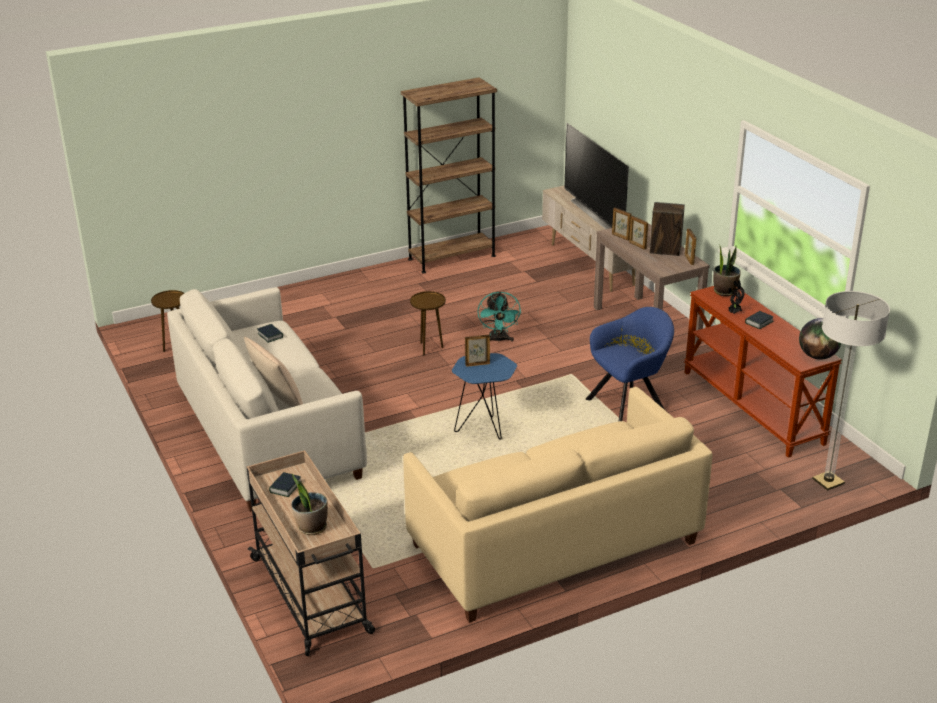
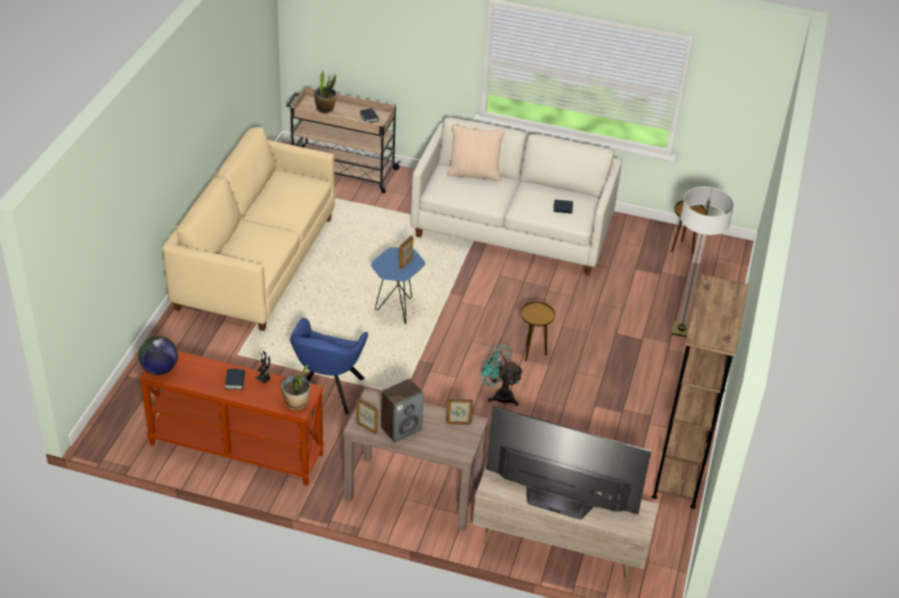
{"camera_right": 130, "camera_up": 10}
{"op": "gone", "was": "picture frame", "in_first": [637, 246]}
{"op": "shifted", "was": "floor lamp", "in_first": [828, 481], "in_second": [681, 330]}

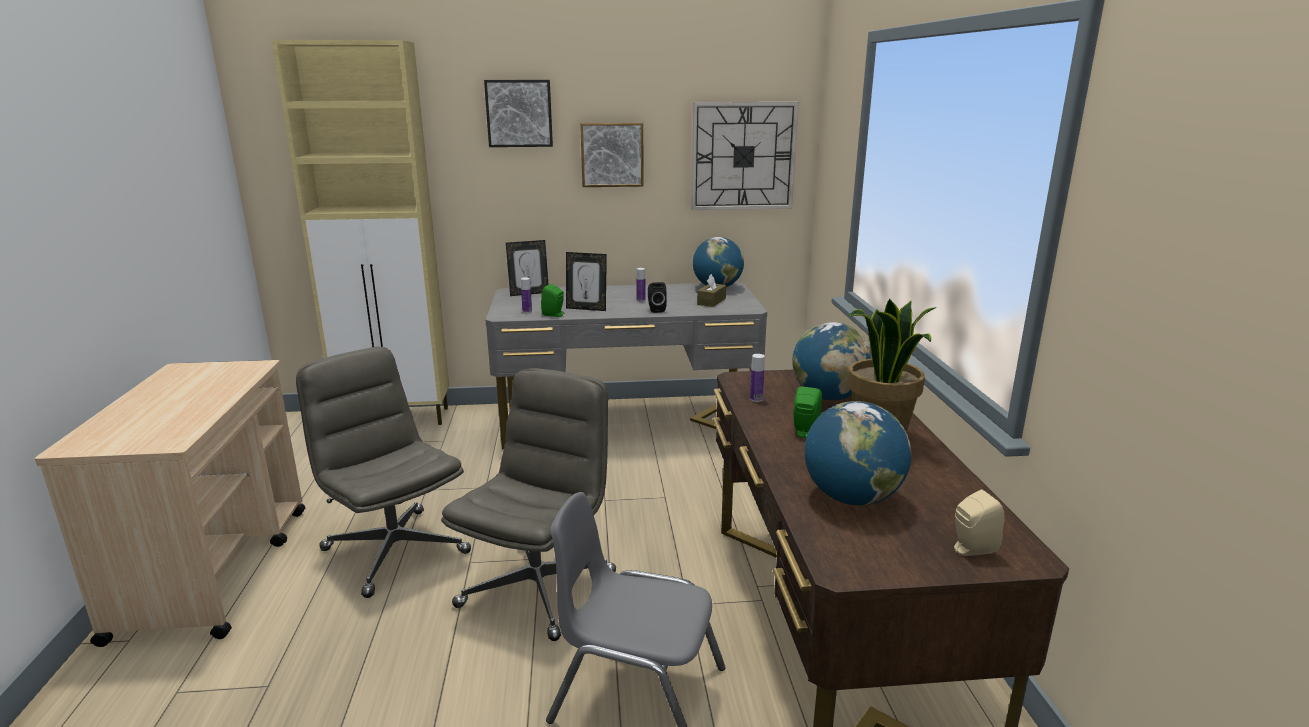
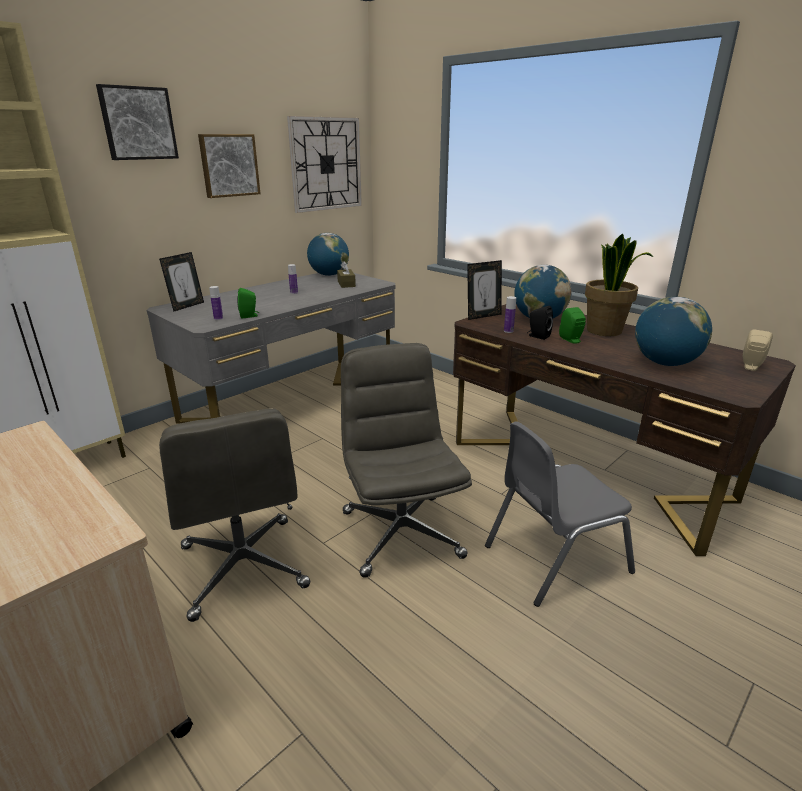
{"camera_right": -40, "camera_up": 5}
{"op": "shifted", "was": "picture frame", "in_first": [586, 308], "in_second": [483, 316]}
{"op": "shifted", "was": "black speaker", "in_first": [656, 310], "in_second": [537, 336]}
{"op": "rotated", "was": "grey office chair", "in_first": [394, 550], "in_second": [244, 567], "clockwise": -120}

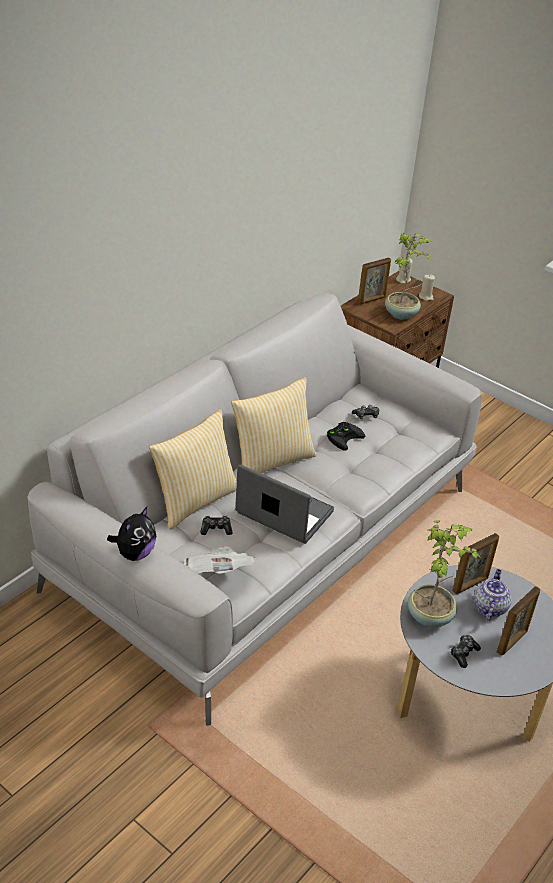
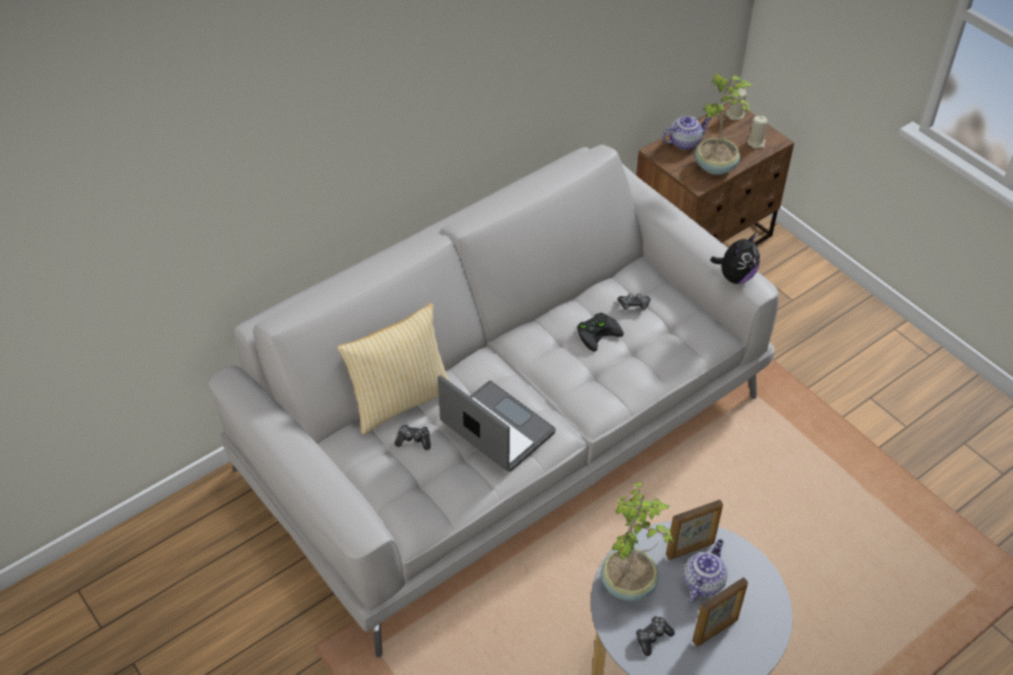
{"camera_right": 15, "camera_up": 10}
{"op": "gone", "was": "newspaper", "in_first": [218, 574]}
{"op": "gone", "was": "pillow", "in_first": [271, 460]}
{"op": "shifted", "was": "plush toy", "in_first": [135, 553], "in_second": [735, 276]}
{"op": "swapped", "was": "picture frame", "now": "teapot", "in_first": [372, 300], "in_second": [685, 142]}

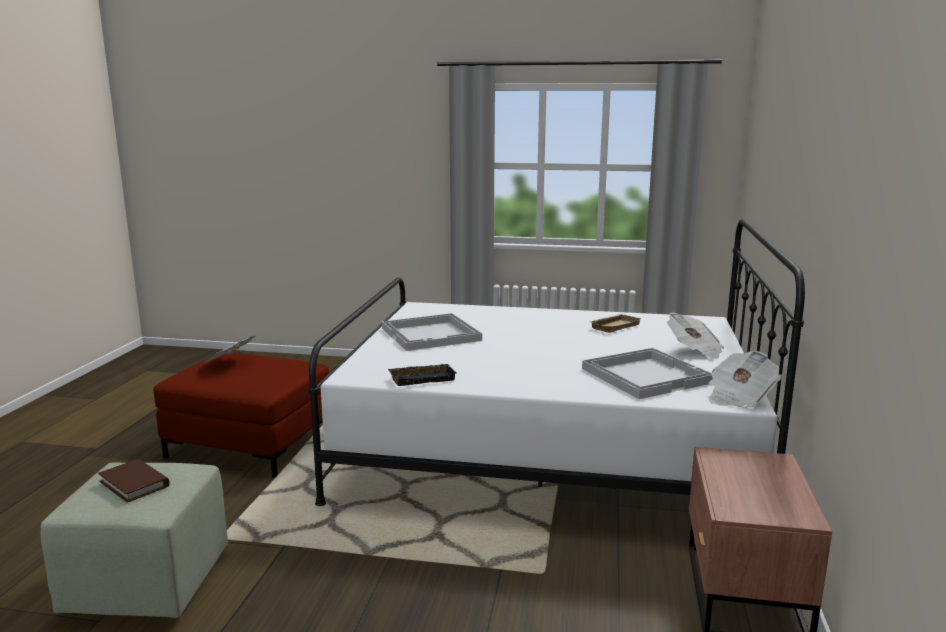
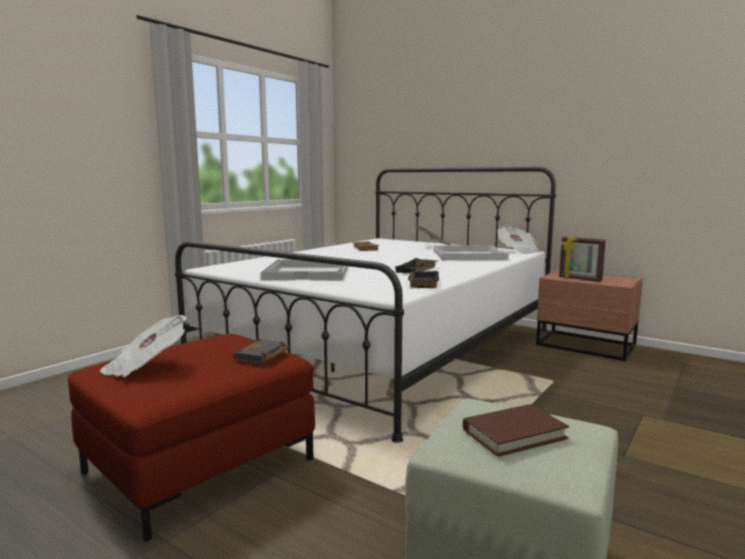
{"camera_right": -65, "camera_up": -5}
{"op": "new", "now": "black book", "in_second": [262, 356]}
{"op": "new", "now": "black tray", "in_second": [417, 270]}
{"op": "new", "now": "picture frame", "in_second": [579, 279]}

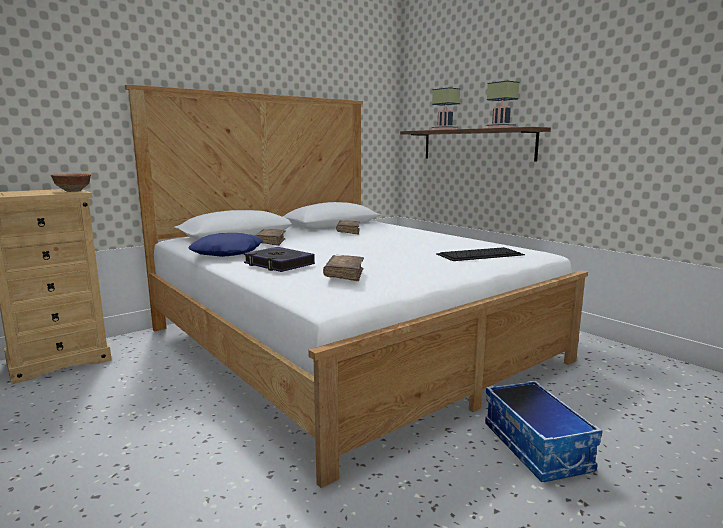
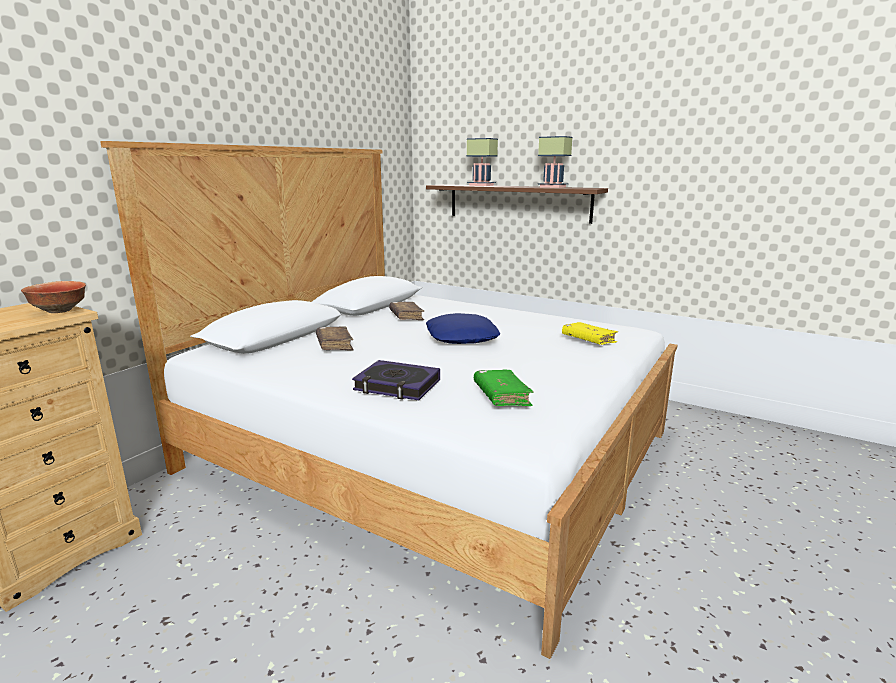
{"camera_right": -20, "camera_up": 5}
{"op": "gone", "was": "storage box", "in_first": [537, 447]}
{"op": "shifted", "was": "blue pillow", "in_first": [228, 253], "in_second": [462, 337]}
{"op": "swapped", "was": "keyboard", "now": "yellow book", "in_first": [480, 254], "in_second": [588, 340]}
{"op": "repainted", "was": "brown book", "now": "green book", "in_first": [344, 274], "in_second": [501, 396]}

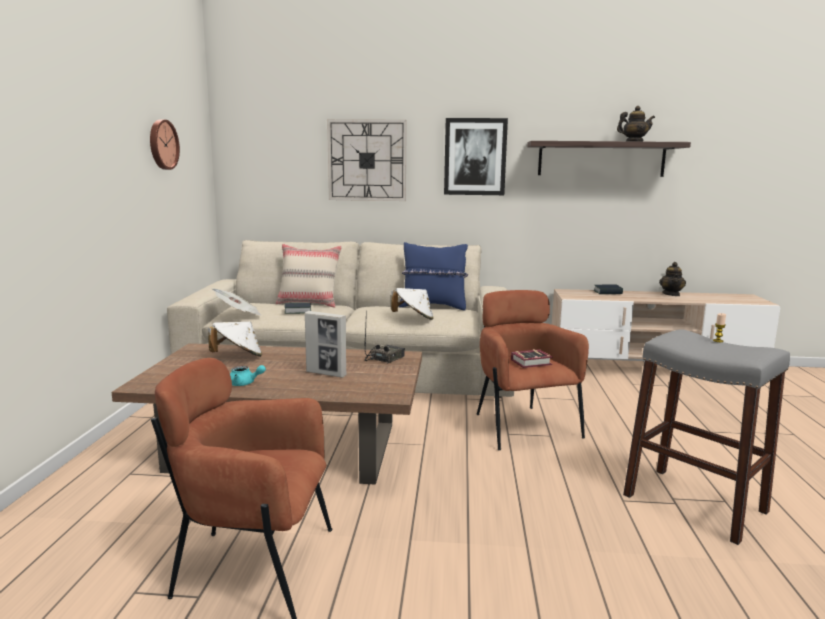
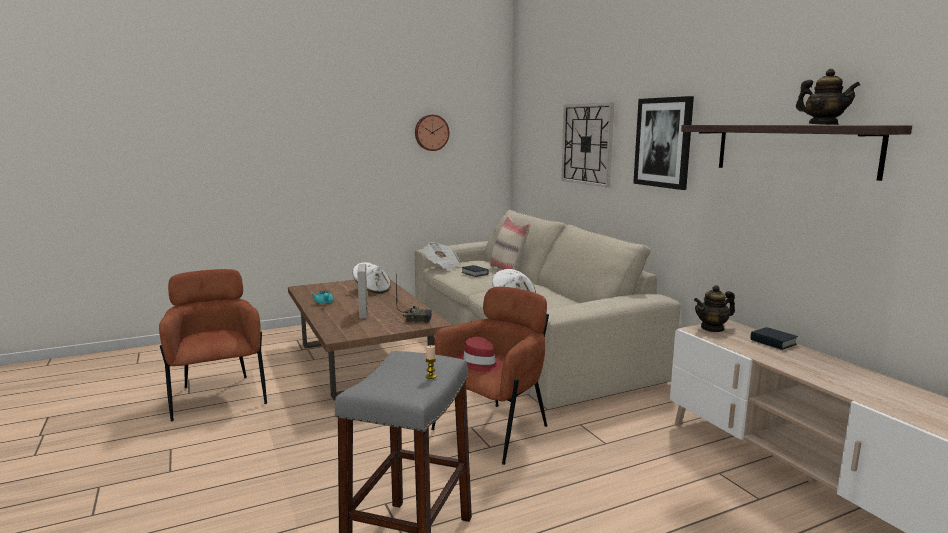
{"camera_right": 60, "camera_up": 0}
{"op": "gone", "was": "blue pillow", "in_first": [433, 306]}
{"op": "shifted", "was": "teapot", "in_first": [671, 294], "in_second": [712, 328]}
{"op": "swapped", "was": "book", "now": "red hat", "in_first": [533, 362], "in_second": [480, 363]}

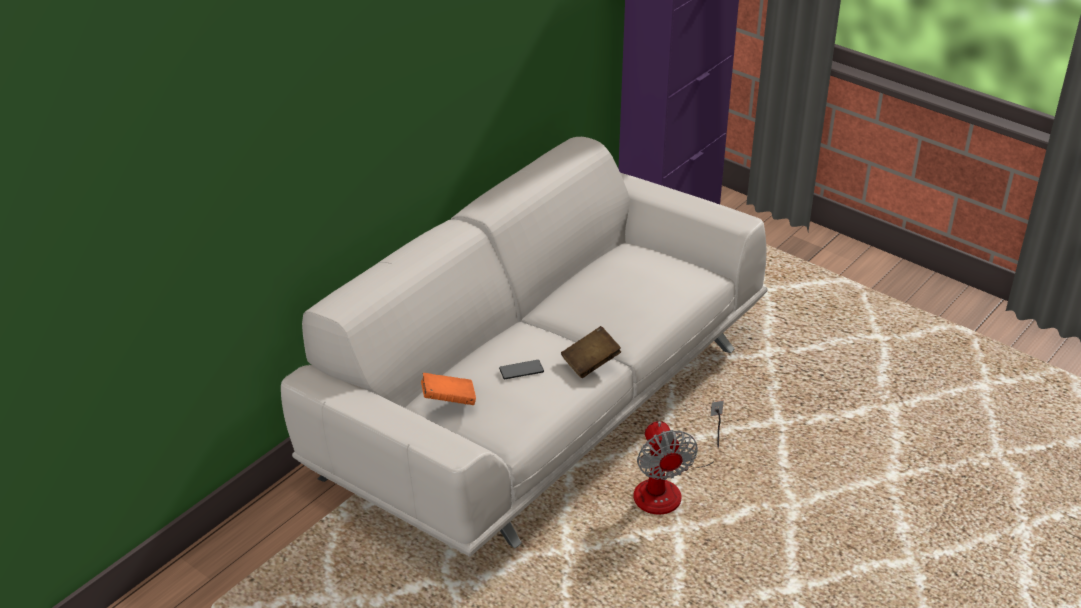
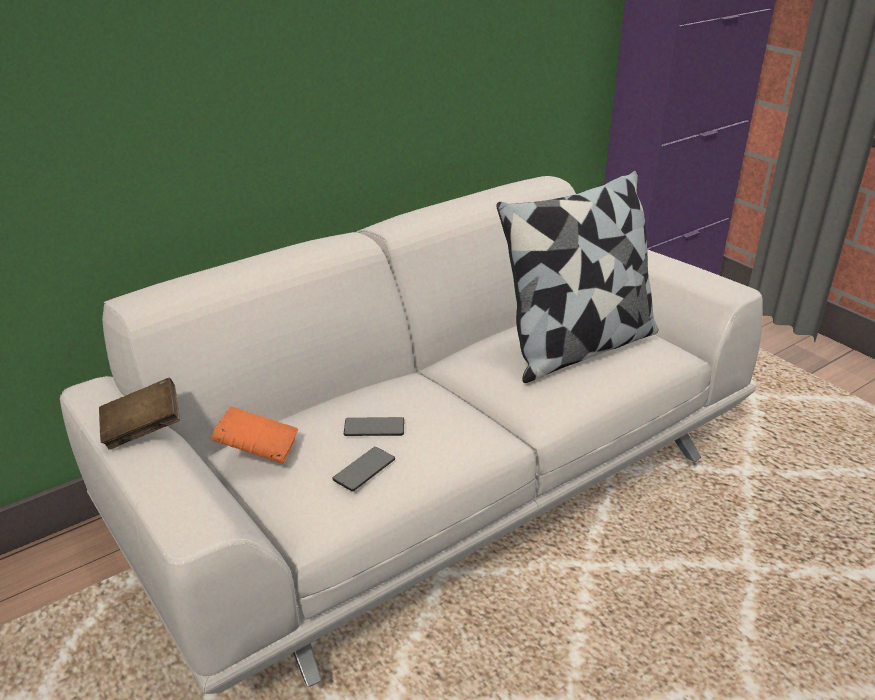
{"camera_right": 15, "camera_up": -5}
{"op": "gone", "was": "fan", "in_first": [668, 487]}
{"op": "new", "now": "phone", "in_second": [364, 470]}
{"op": "new", "now": "pillow", "in_second": [578, 347]}
{"op": "shifted", "was": "brown book", "in_first": [591, 362], "in_second": [143, 430]}

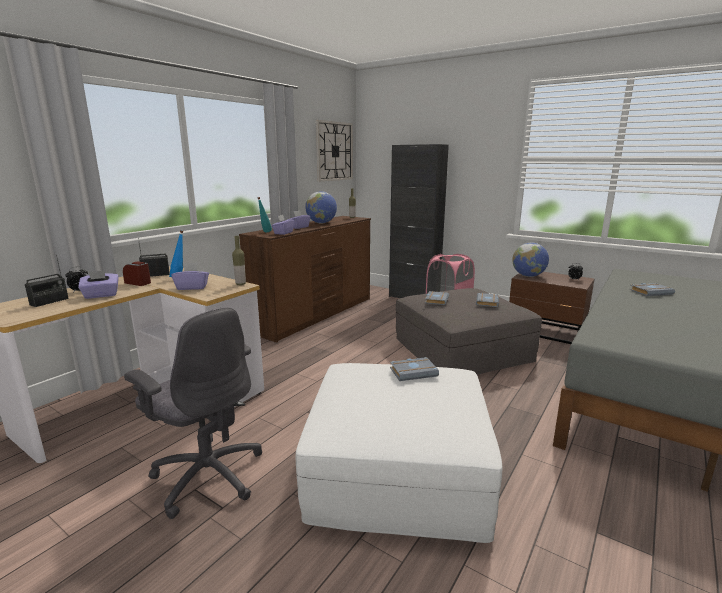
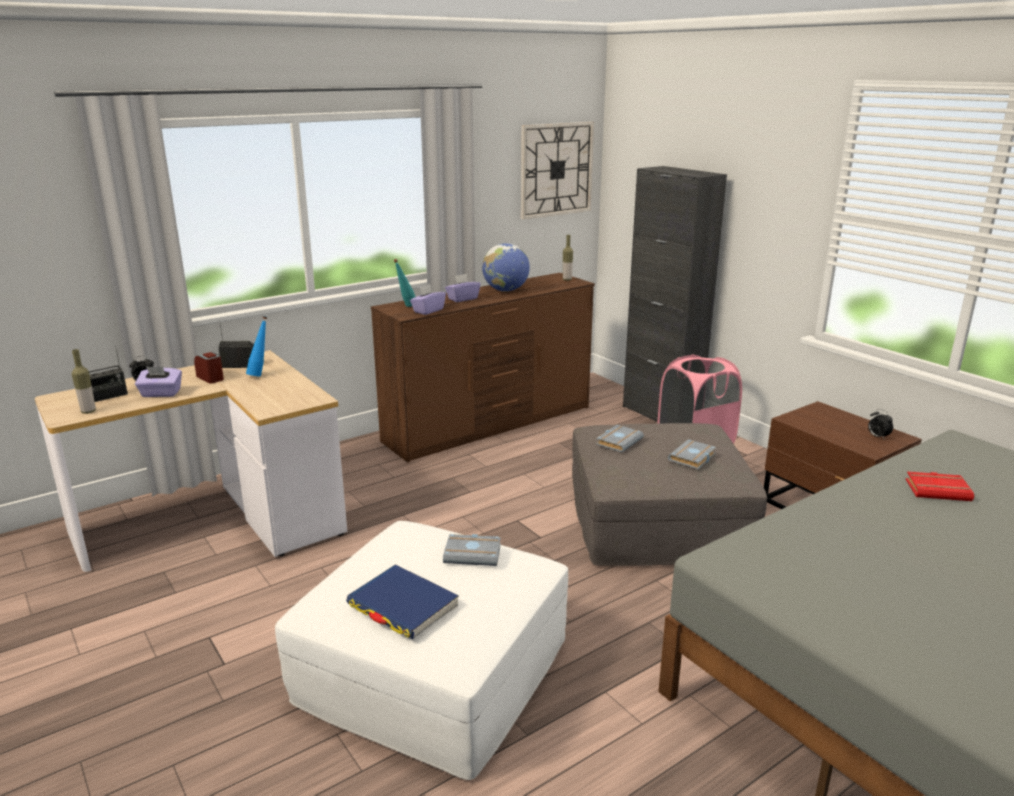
{"camera_right": 20, "camera_up": 5}
{"op": "gone", "was": "grey office chair", "in_first": [208, 475]}
{"op": "gone", "was": "purple tissue box", "in_first": [192, 287]}
{"op": "gone", "was": "globe", "in_first": [528, 276]}
{"op": "new", "now": "blue book", "in_second": [402, 605]}
{"op": "shifted", "was": "bottle", "in_first": [240, 284], "in_second": [88, 411]}
{"op": "repainted", "was": "grey book", "now": "red book", "in_first": [650, 292], "in_second": [938, 490]}

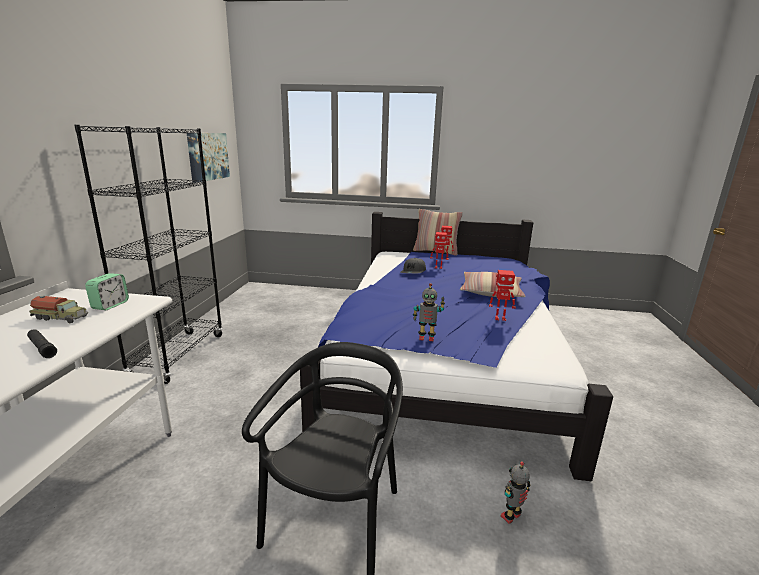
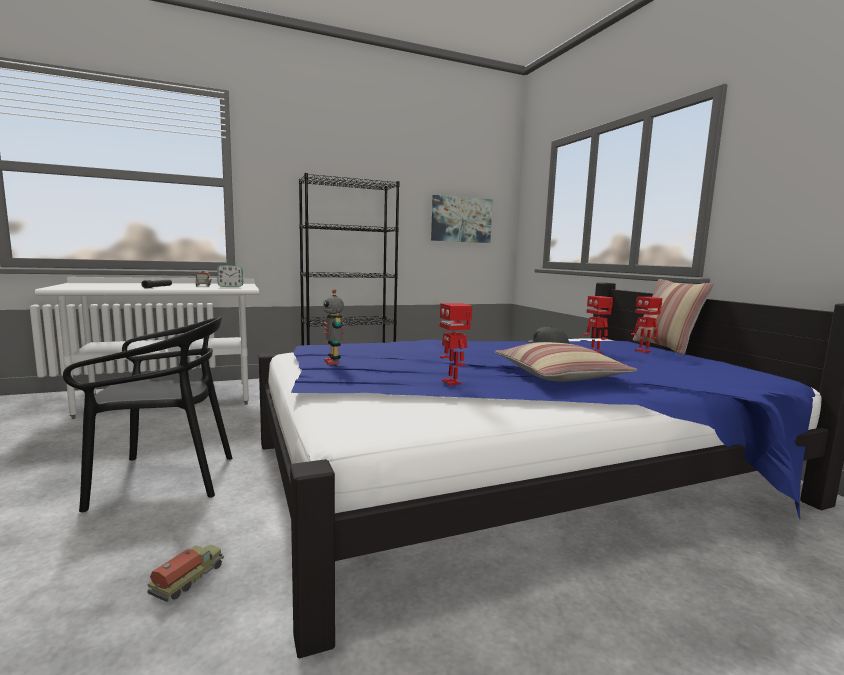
{"camera_right": 60, "camera_up": -10}
{"op": "swapped", "was": "toy robot", "now": "toy truck", "in_first": [511, 517], "in_second": [189, 579]}

